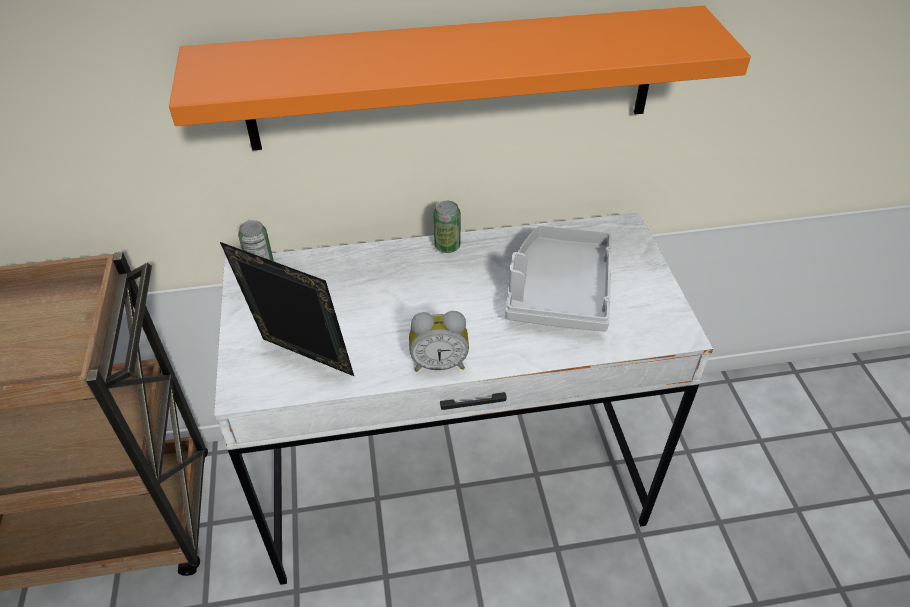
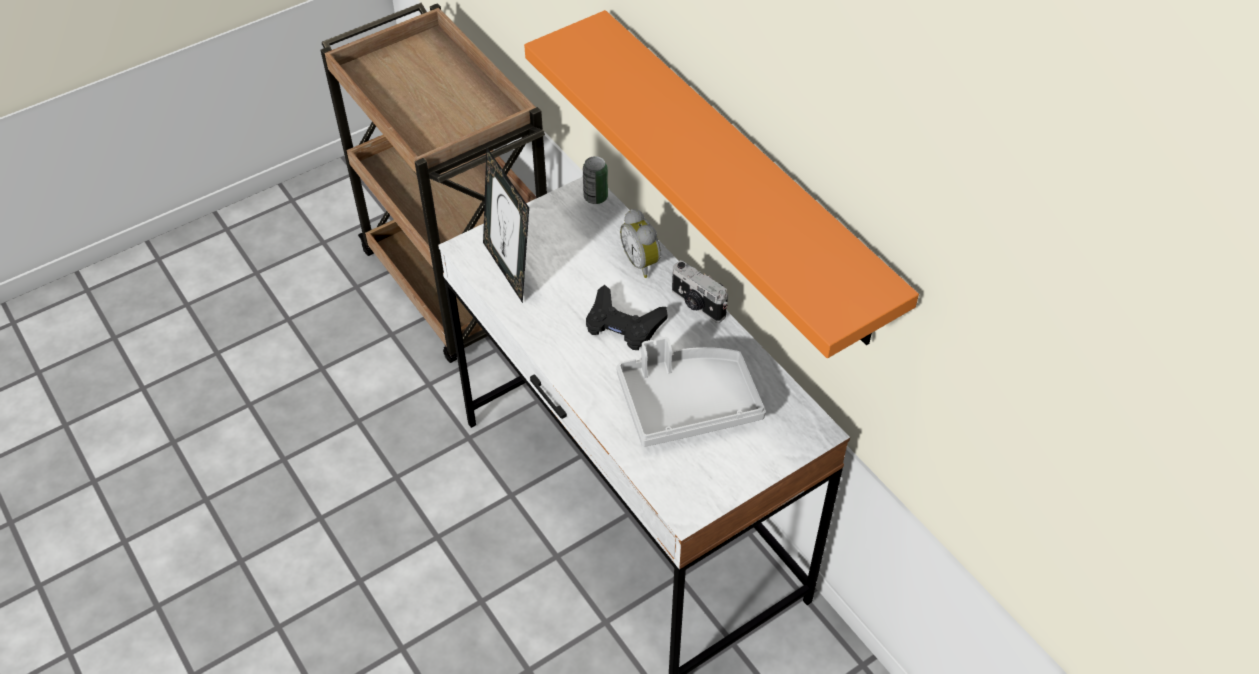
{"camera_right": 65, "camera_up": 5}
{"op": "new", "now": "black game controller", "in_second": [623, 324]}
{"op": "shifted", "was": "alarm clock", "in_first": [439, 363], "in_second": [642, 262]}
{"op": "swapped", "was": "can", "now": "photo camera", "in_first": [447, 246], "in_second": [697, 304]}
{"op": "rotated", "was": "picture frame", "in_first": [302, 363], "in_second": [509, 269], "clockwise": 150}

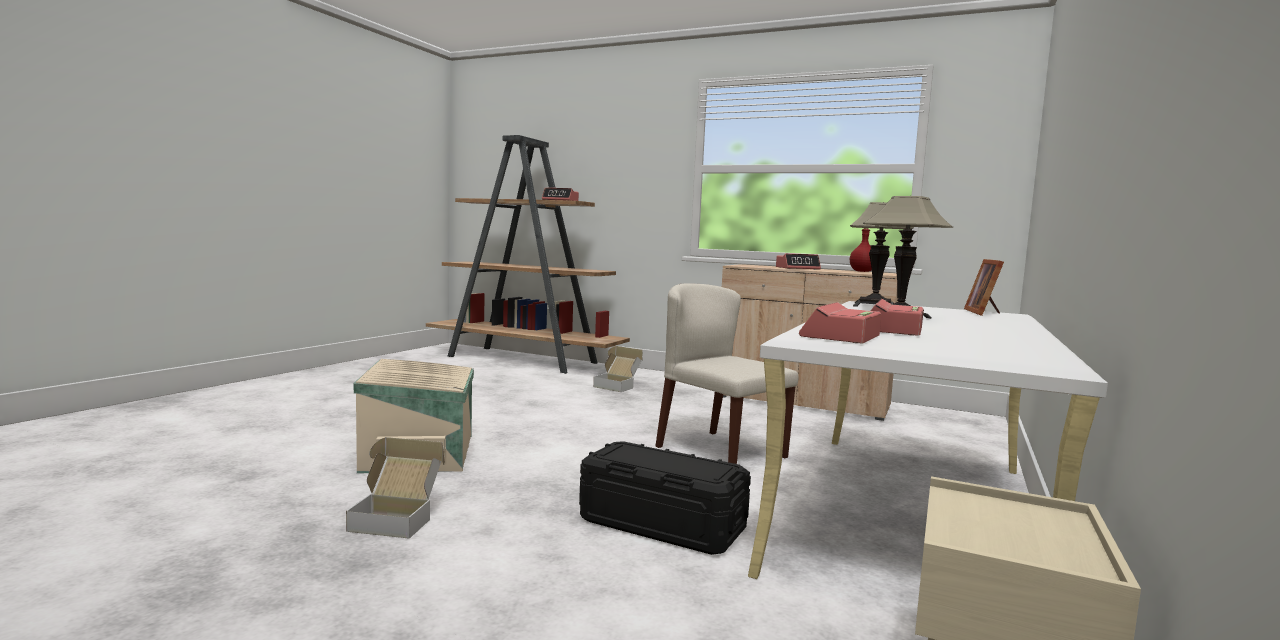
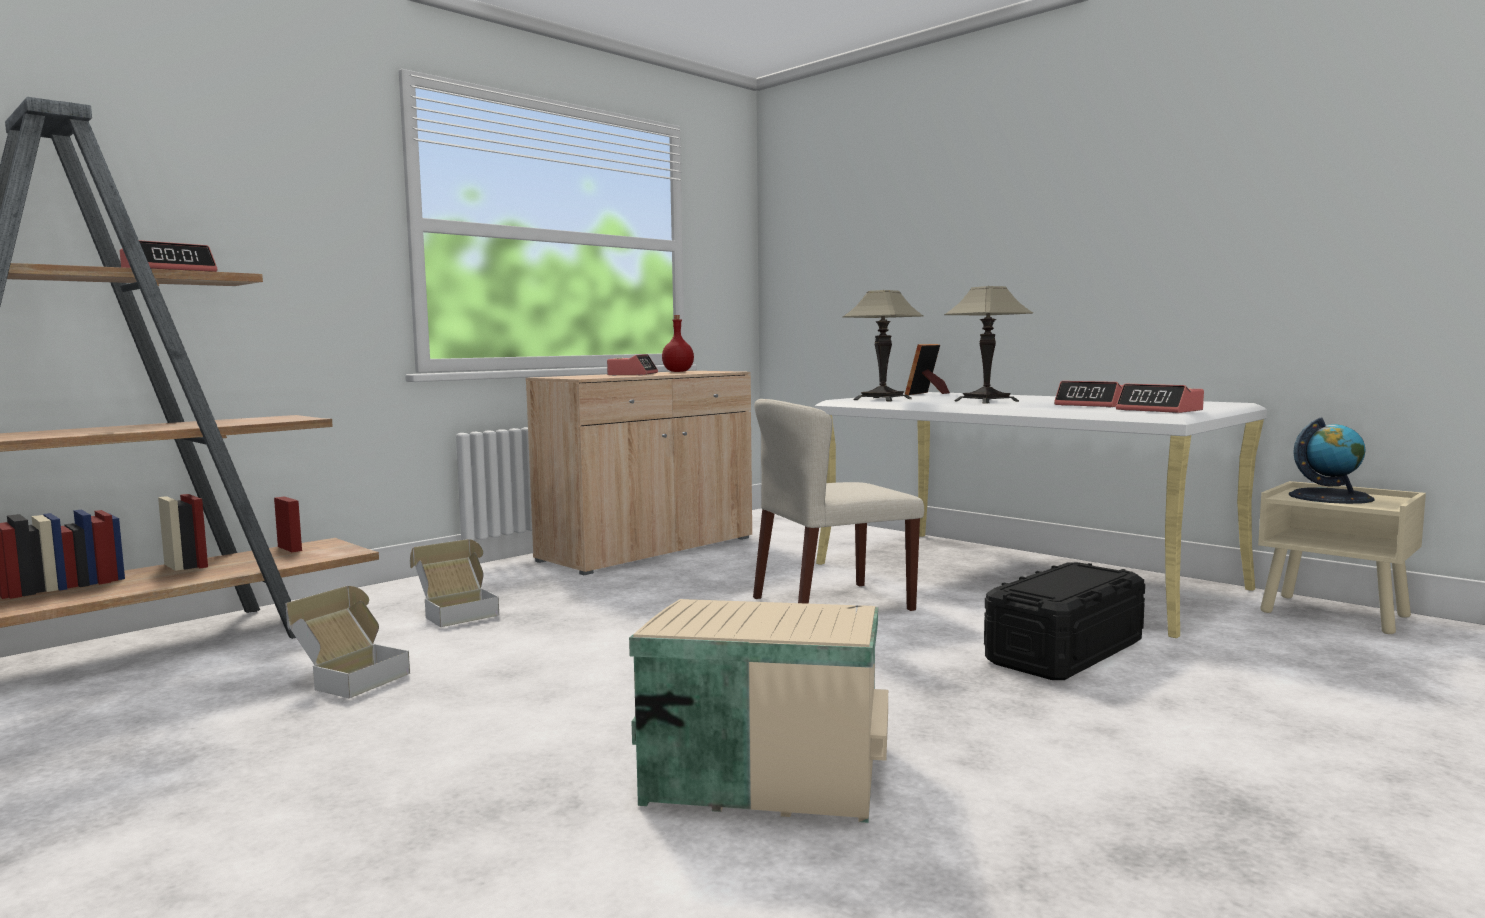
{"camera_right": -70, "camera_up": 0}
{"op": "new", "now": "globe", "in_second": [1330, 497]}
{"op": "shifted", "was": "cardboard box", "in_first": [398, 518], "in_second": [349, 678]}
{"op": "rotated", "was": "picture frame", "in_first": [984, 313], "in_second": [927, 394], "clockwise": 90}

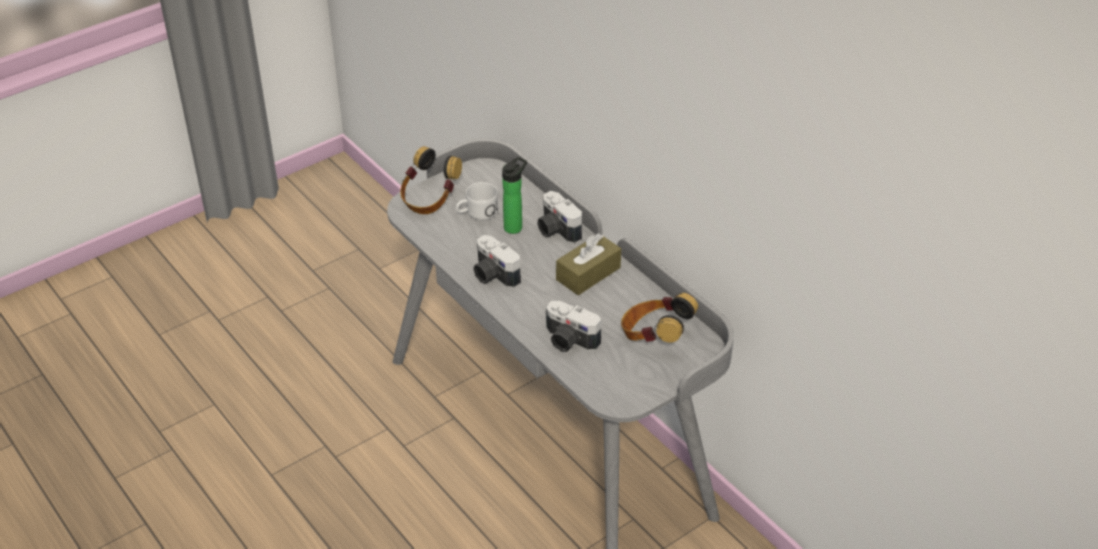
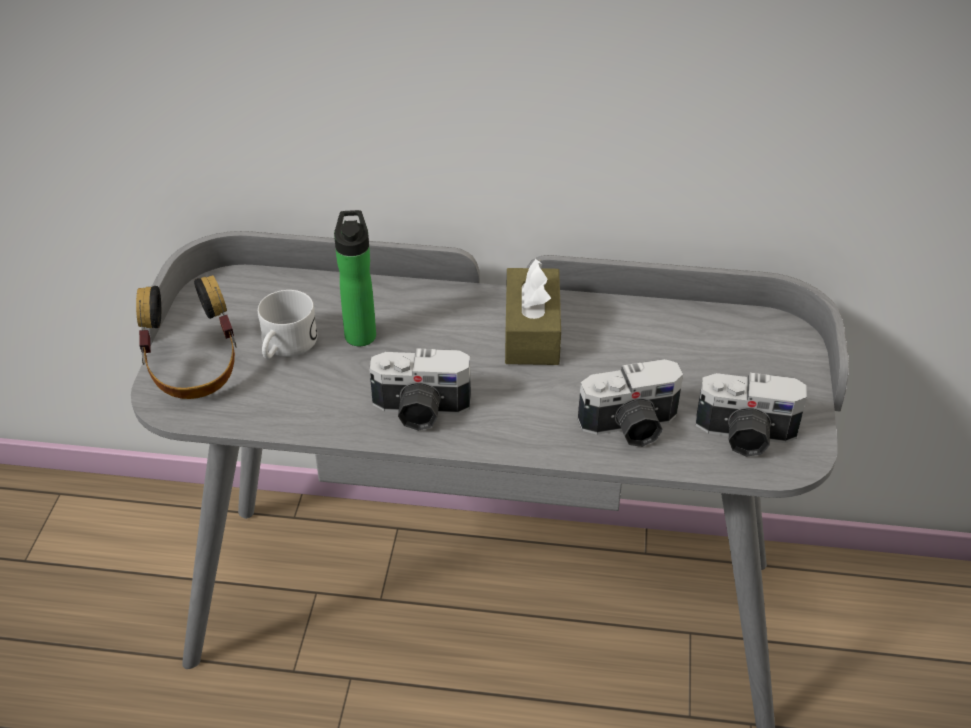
{"camera_right": -45, "camera_up": 0}
{"op": "gone", "was": "headphones", "in_first": [654, 337]}
{"op": "shifted", "was": "photo camera", "in_first": [556, 230], "in_second": [745, 436]}

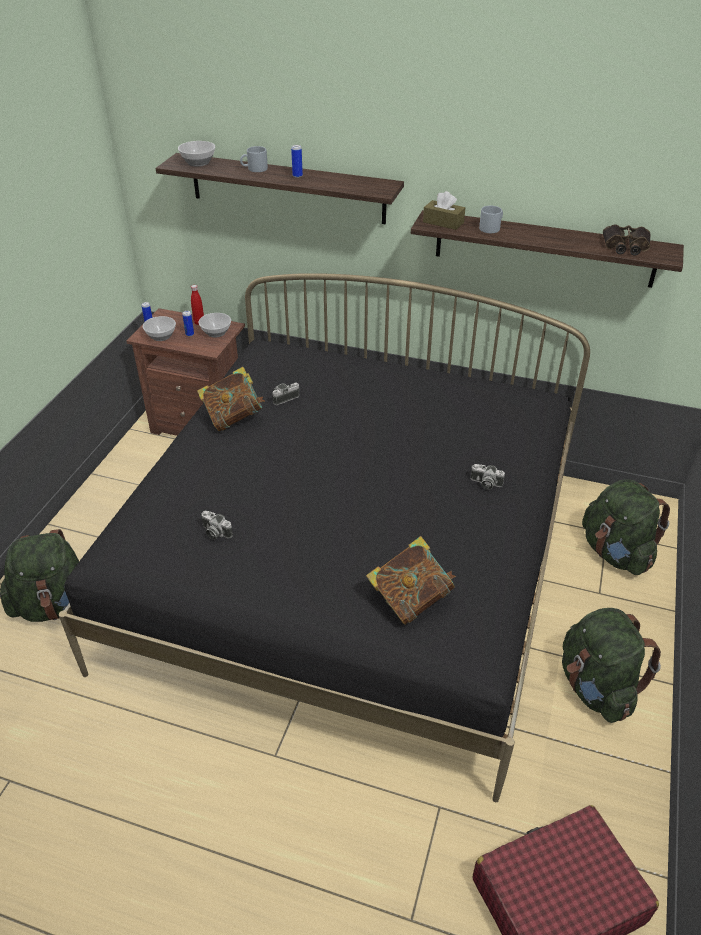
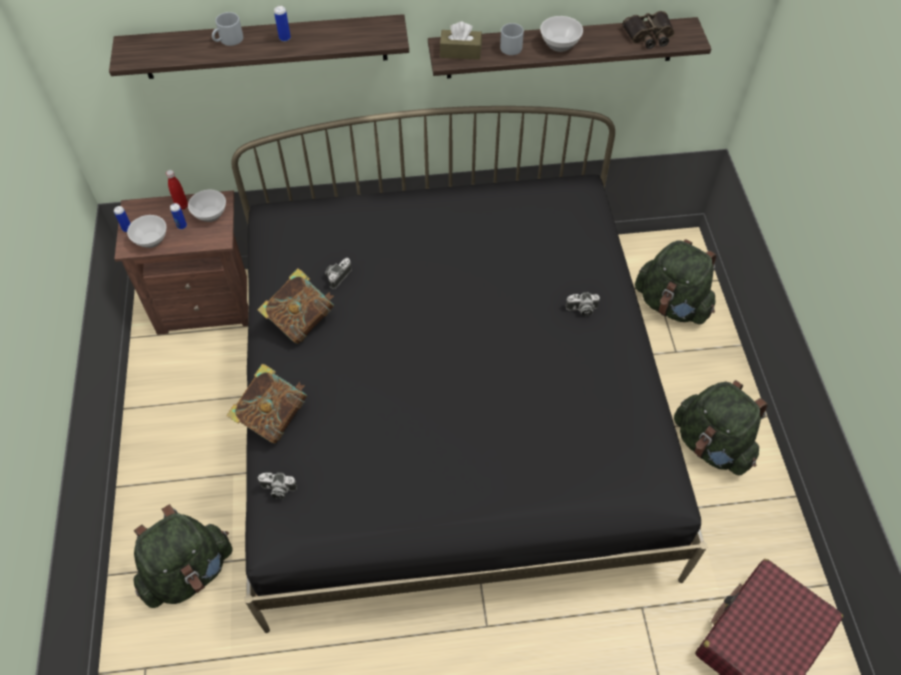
{"camera_right": -25, "camera_up": 15}
{"op": "shifted", "was": "bowl", "in_first": [199, 162], "in_second": [560, 43]}
{"op": "shifted", "was": "photo camera", "in_first": [215, 532], "in_second": [277, 489]}
{"op": "shifted", "was": "book", "in_first": [410, 599], "in_second": [272, 416]}

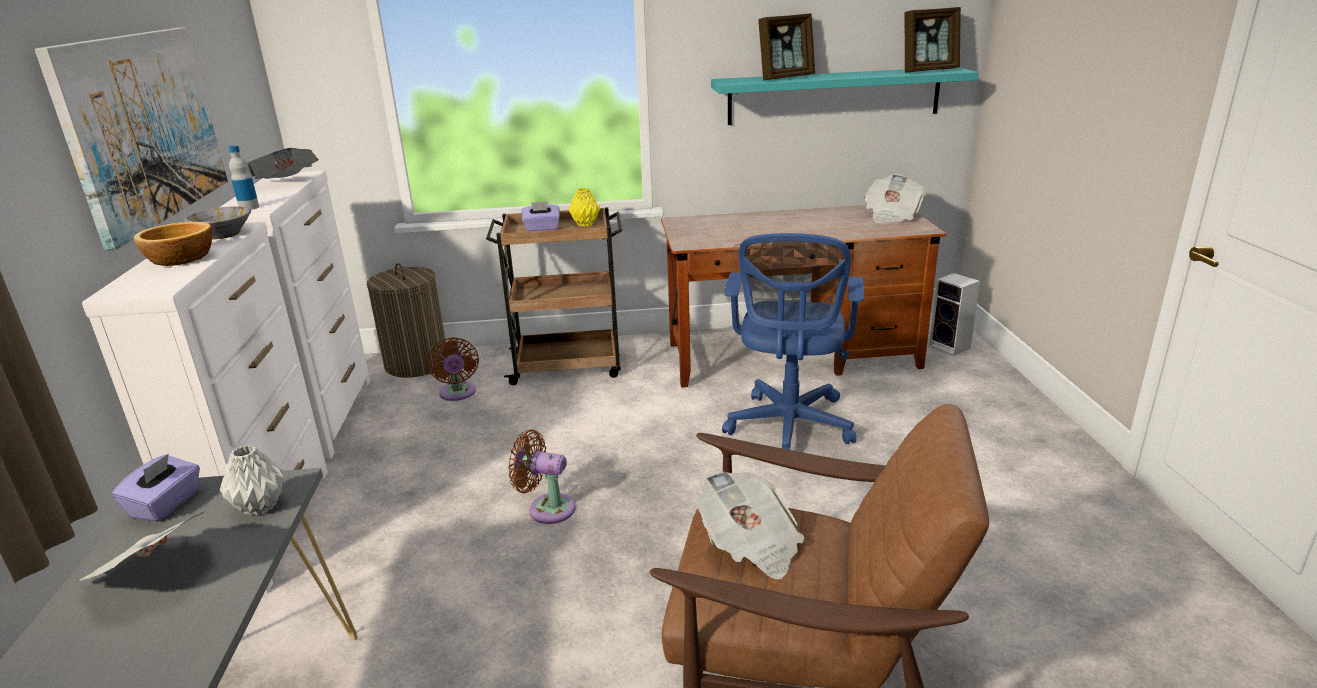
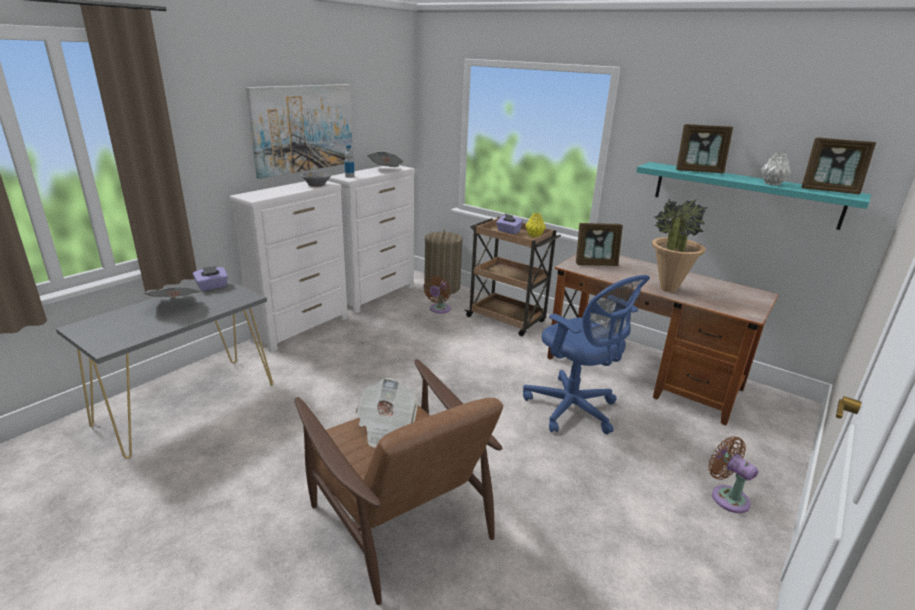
{"camera_right": 40, "camera_up": 0}
{"op": "gone", "was": "bowl", "in_first": [180, 259]}
{"op": "gone", "was": "newspaper", "in_first": [891, 215]}
{"op": "gone", "was": "speaker", "in_first": [951, 347]}
{"op": "new", "now": "picture frame", "in_second": [596, 264]}
{"op": "new", "now": "potted plant", "in_second": [668, 289]}
{"op": "shifted", "was": "grey vase", "in_first": [260, 506], "in_second": [771, 184]}
{"op": "shifted", "was": "brown fan", "in_first": [547, 508], "in_second": [726, 496]}
{"op": "rotated", "was": "blue office chair", "in_first": [789, 428], "in_second": [573, 410], "clockwise": -90}

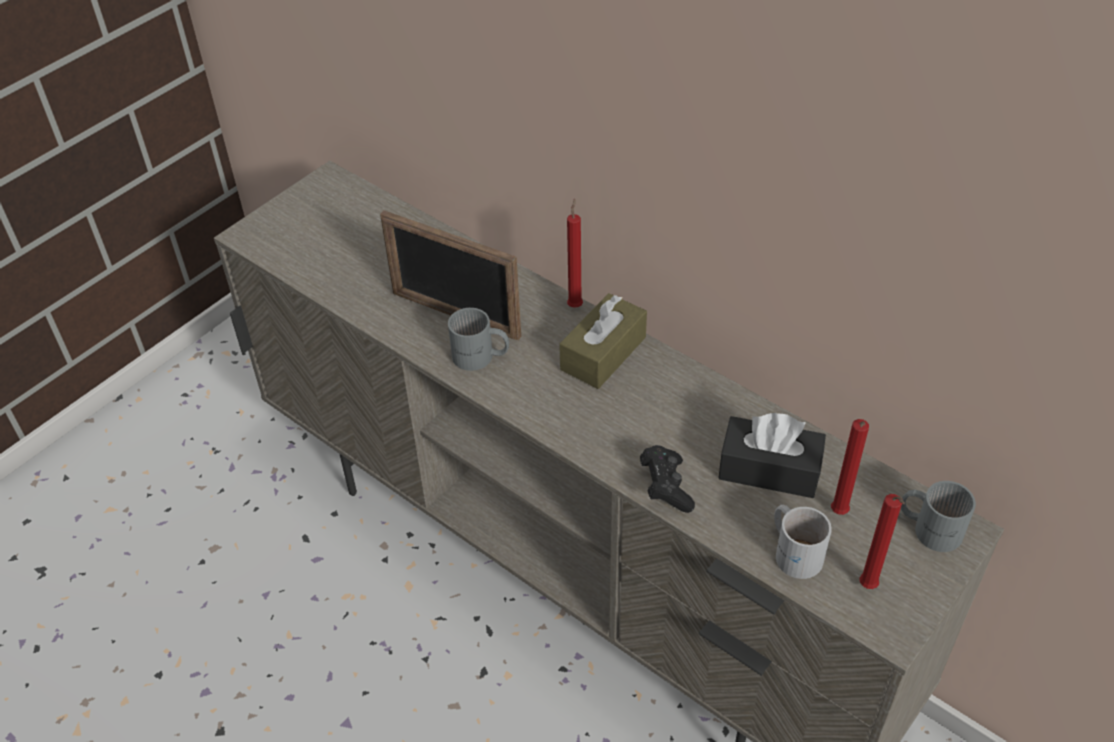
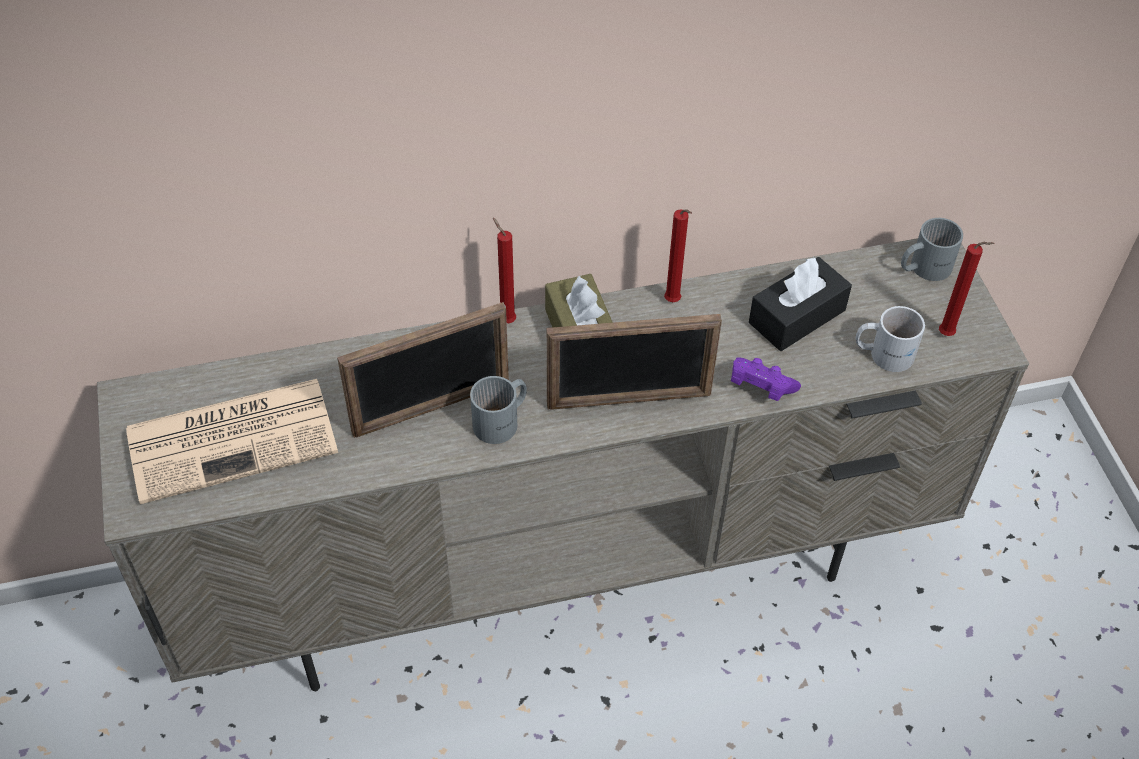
{"camera_right": -55, "camera_up": 5}
{"op": "new", "now": "newspaper", "in_second": [235, 438]}
{"op": "new", "now": "picture frame", "in_second": [629, 400]}
{"op": "shifted", "was": "red candle", "in_first": [838, 514], "in_second": [673, 302]}
{"op": "repainted", "was": "black game controller", "now": "purple game controller", "in_first": [666, 487], "in_second": [760, 387]}

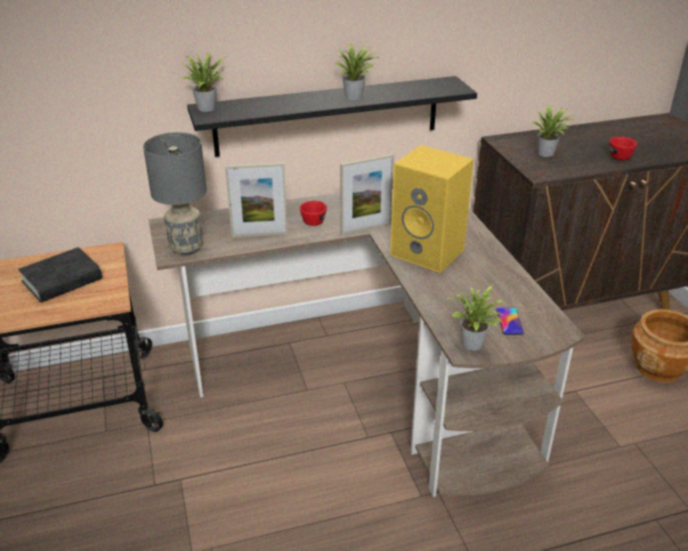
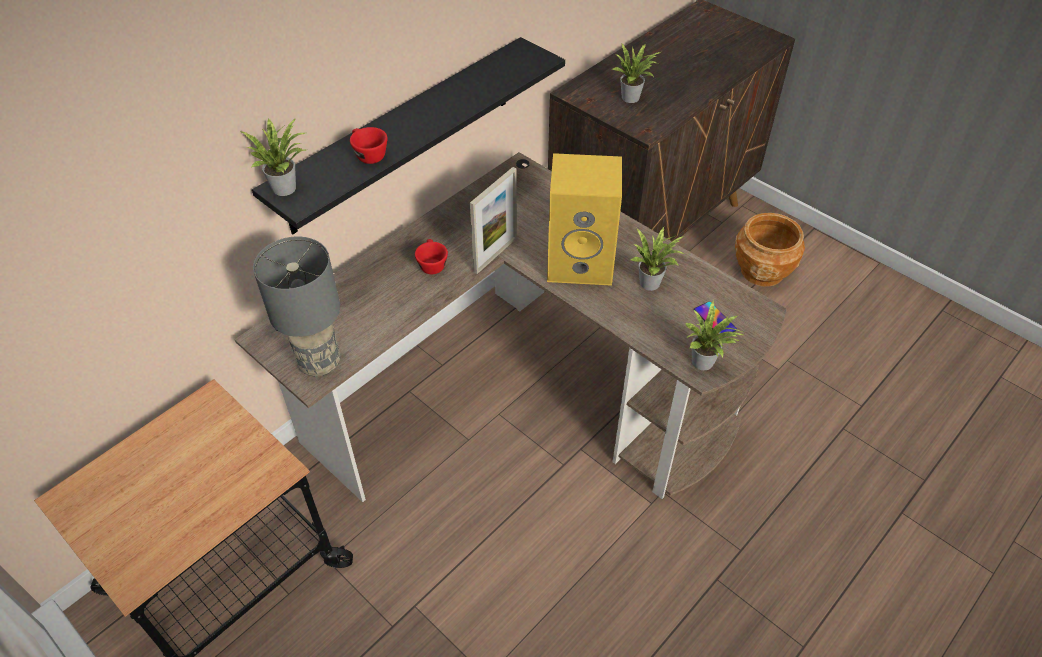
{"camera_right": -30, "camera_up": 15}
{"op": "gone", "was": "black book", "in_first": [62, 280]}
{"op": "gone", "was": "picture frame", "in_first": [259, 235]}
{"op": "shifted", "was": "potted plant", "in_first": [356, 97], "in_second": [652, 283]}
{"op": "shifted", "was": "red cup", "in_first": [618, 155], "in_second": [368, 154]}

